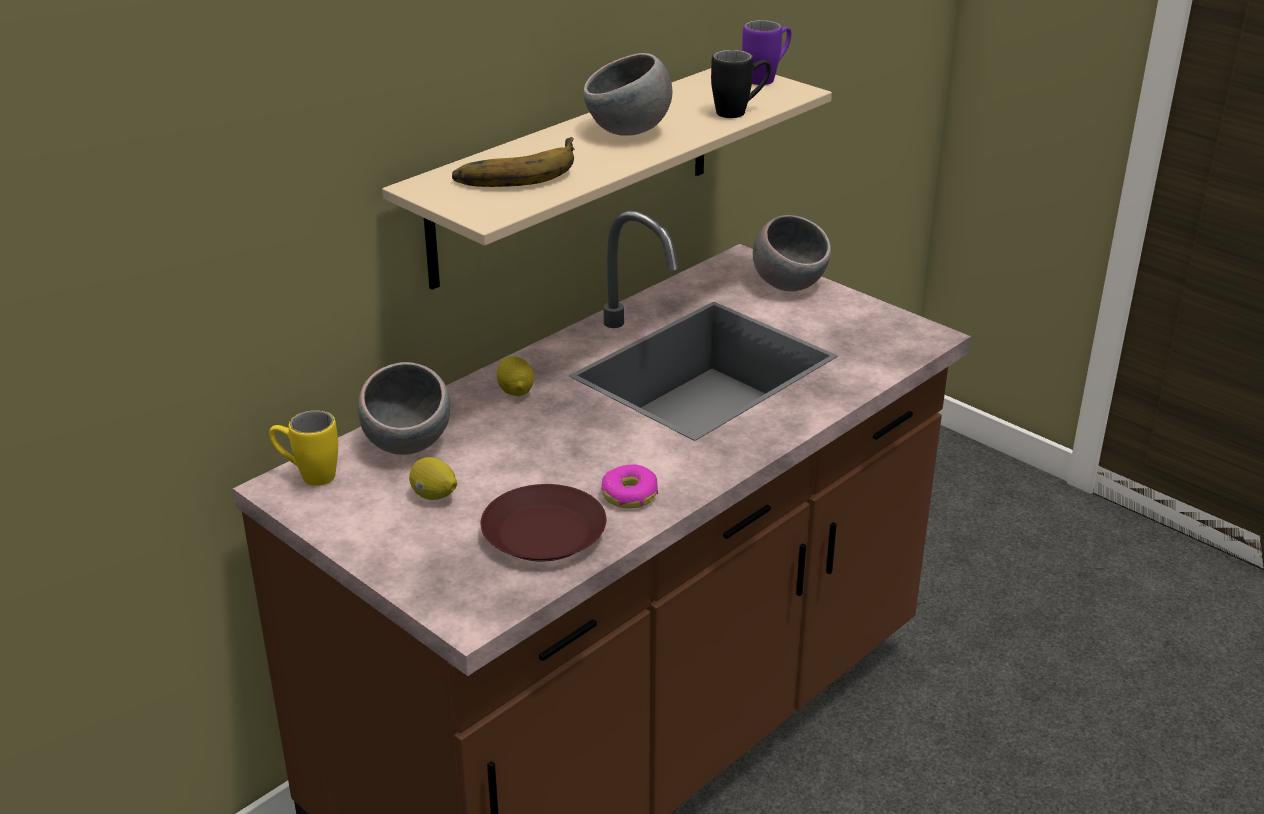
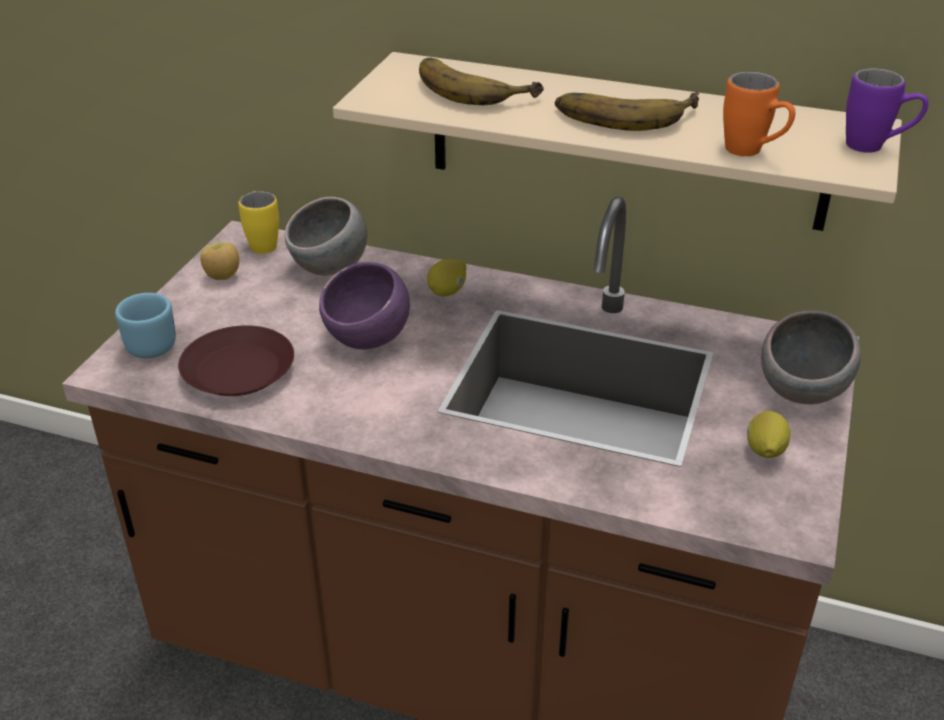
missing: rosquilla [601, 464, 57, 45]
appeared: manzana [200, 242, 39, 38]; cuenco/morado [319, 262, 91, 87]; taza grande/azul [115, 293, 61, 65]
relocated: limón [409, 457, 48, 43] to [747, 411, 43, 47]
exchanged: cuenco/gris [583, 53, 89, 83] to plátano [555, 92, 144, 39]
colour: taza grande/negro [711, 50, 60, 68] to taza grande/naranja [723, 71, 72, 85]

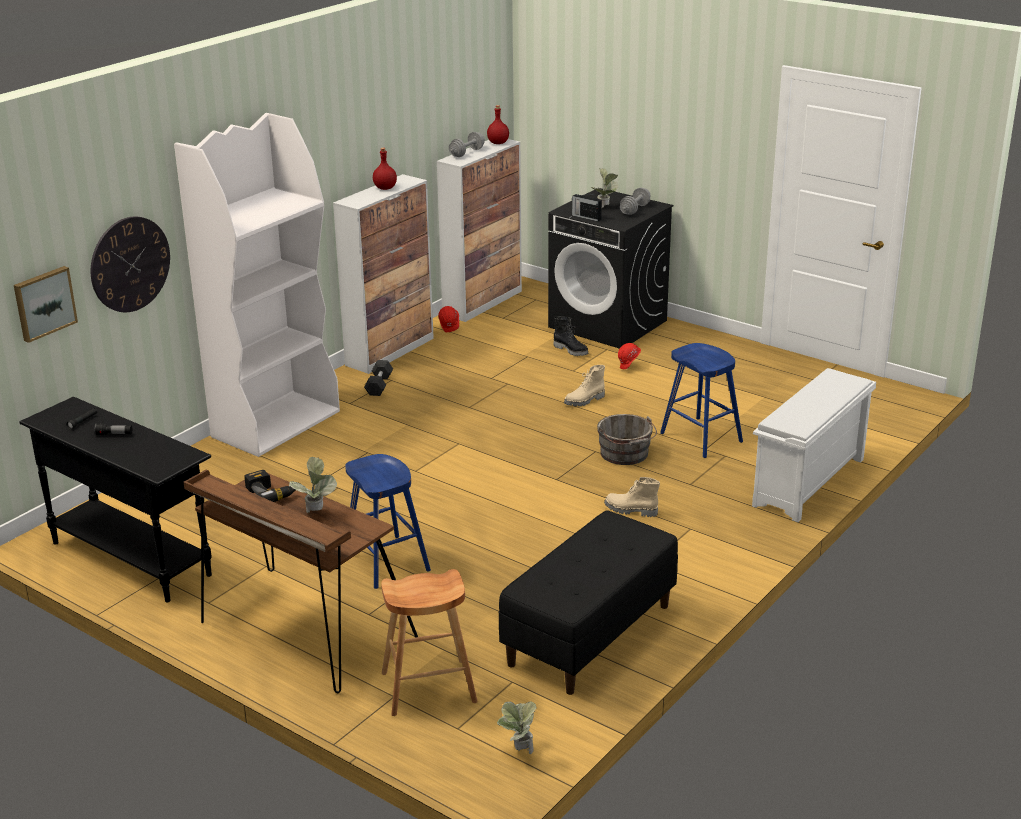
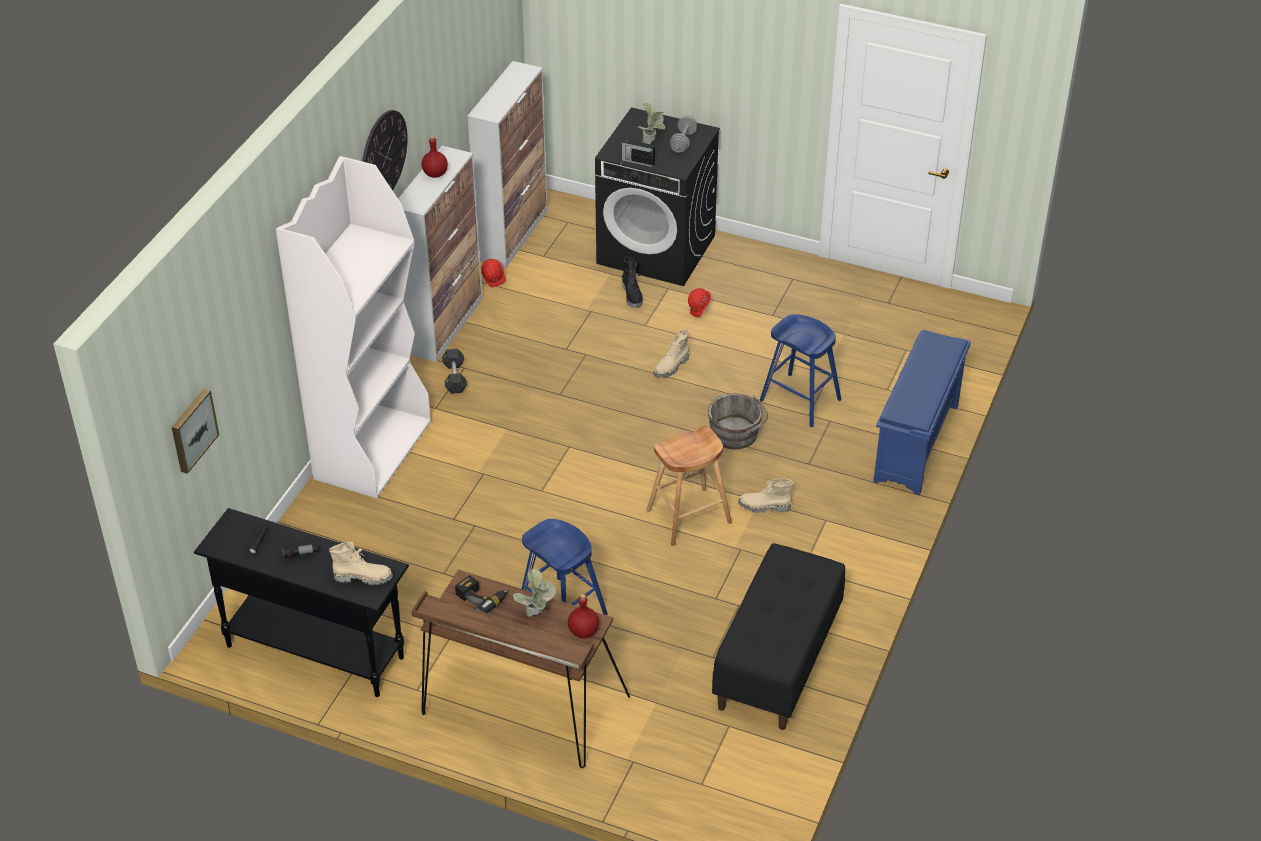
missing: mancuerna/gris [449, 132, 36, 25]; planta en maceta [497, 701, 40, 53]
appeared: bota/beis [329, 542, 64, 43]
relocated: botella/rojo [487, 105, 22, 39] to [568, 594, 31, 45]; reloj de pared [91, 216, 79, 96] to [362, 110, 46, 81]; taburete/marrón [381, 569, 97, 147] to [646, 426, 86, 120]
colour: zapatero/blanco [752, 368, 124, 154] to zapatero/azul [873, 330, 98, 165]
spun: bota/negro [554, 316, 34, 40] = [622, 256, 21, 52] 45 degrees clockwise

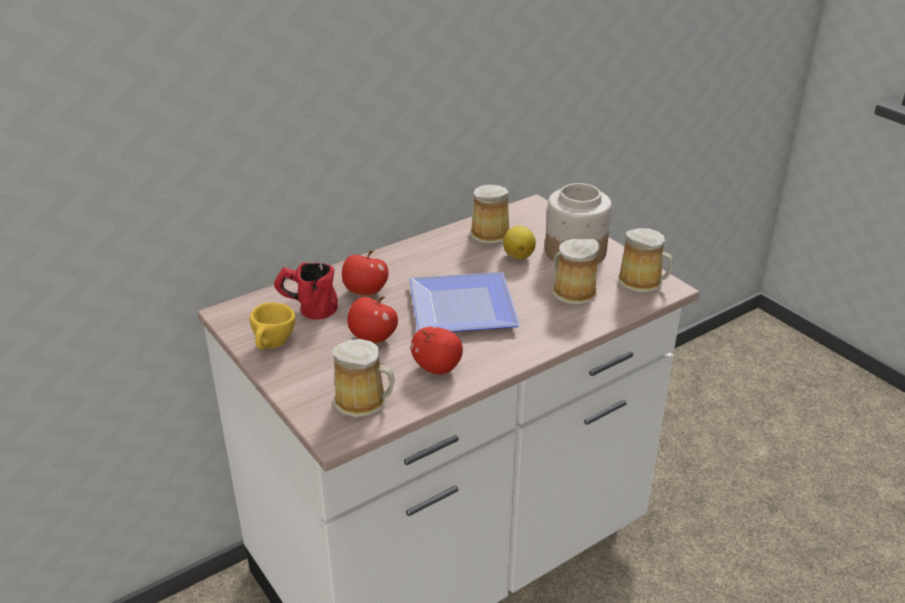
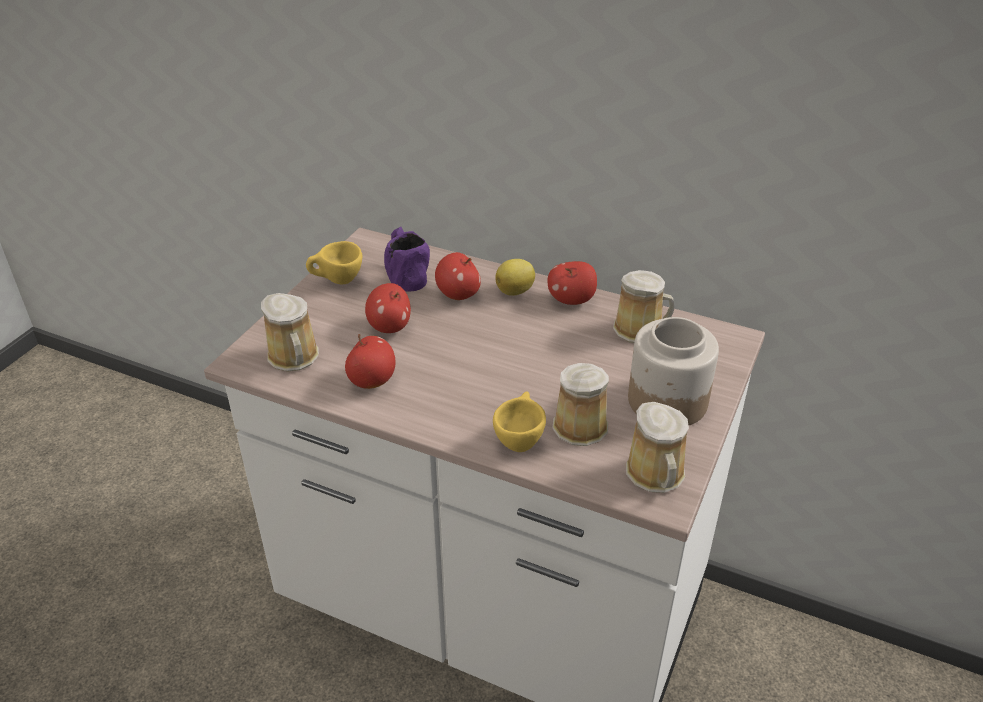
missing: plato [409, 272, 111, 60]
appeared: manzana [548, 261, 49, 44]; taza/amarillo [493, 391, 53, 61]
relocated: limón [503, 226, 33, 34] to [495, 259, 40, 37]
colour: taza grande/rojo [274, 263, 64, 57] to taza grande/morado [384, 227, 46, 65]

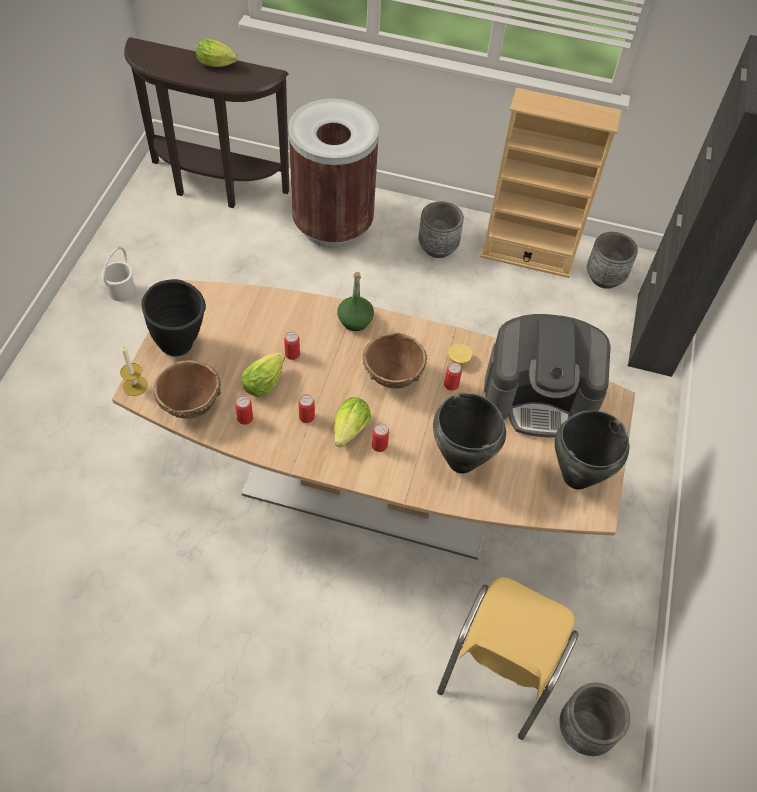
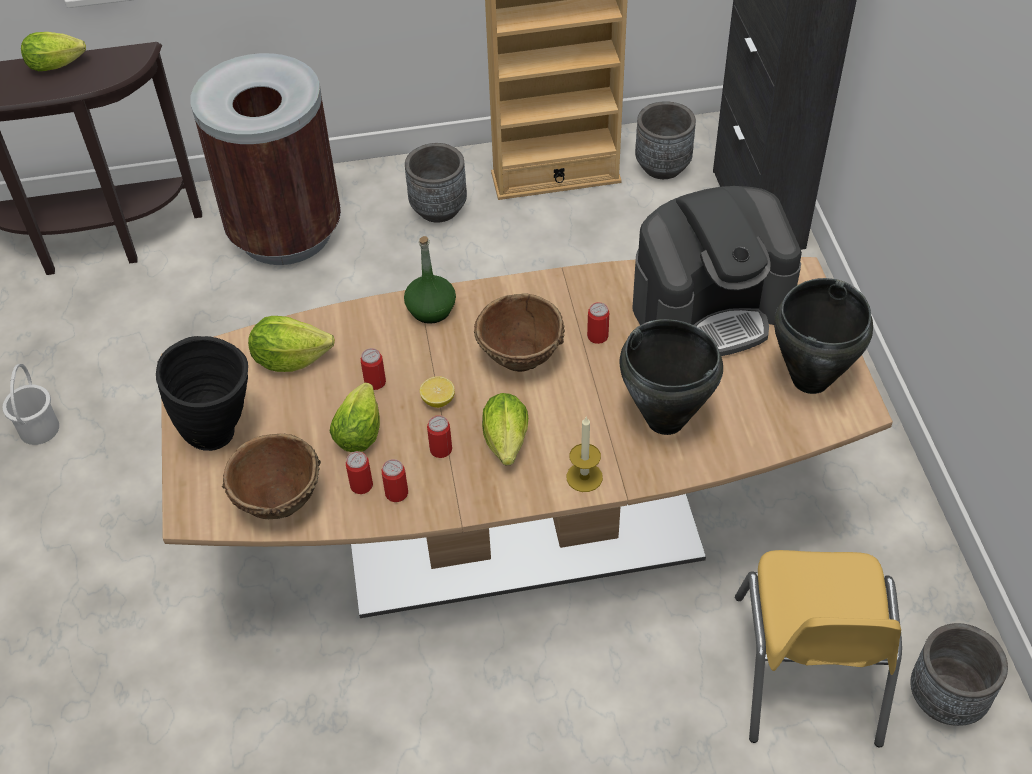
appeared: lechuga [248, 316, 87, 56]
relocated: limón [448, 344, 24, 21] to [420, 376, 35, 32]; vela [120, 346, 28, 50] to [566, 417, 37, 75]; lata [372, 423, 17, 29] to [382, 459, 26, 43]

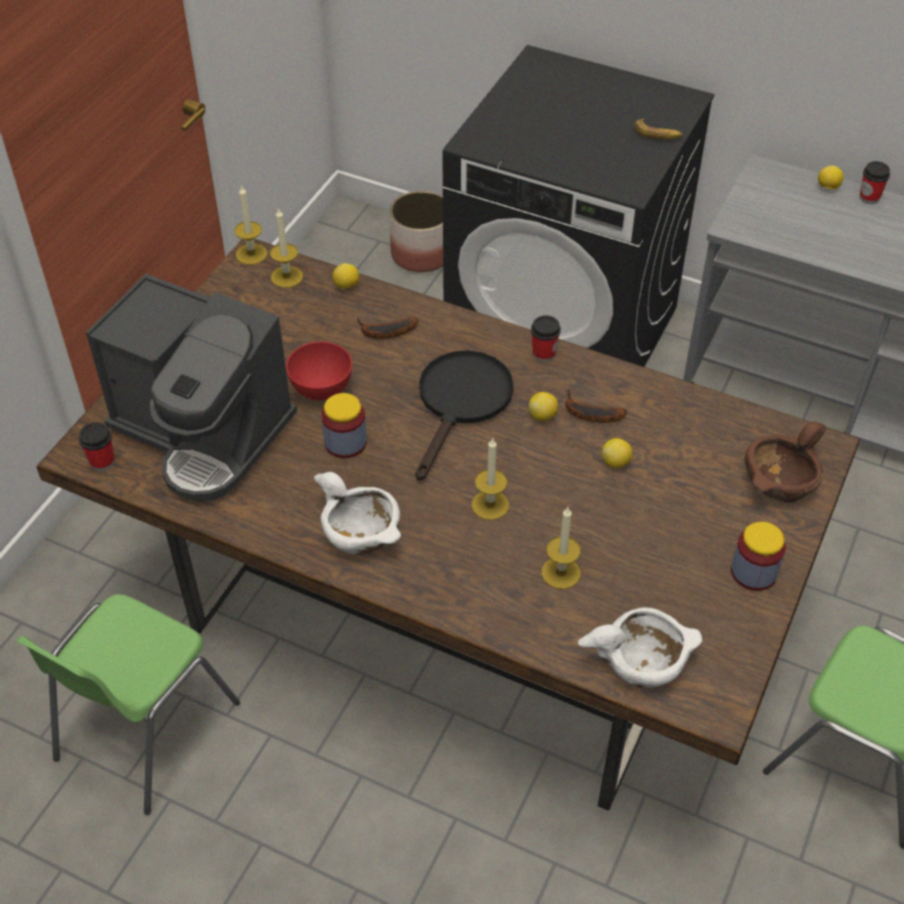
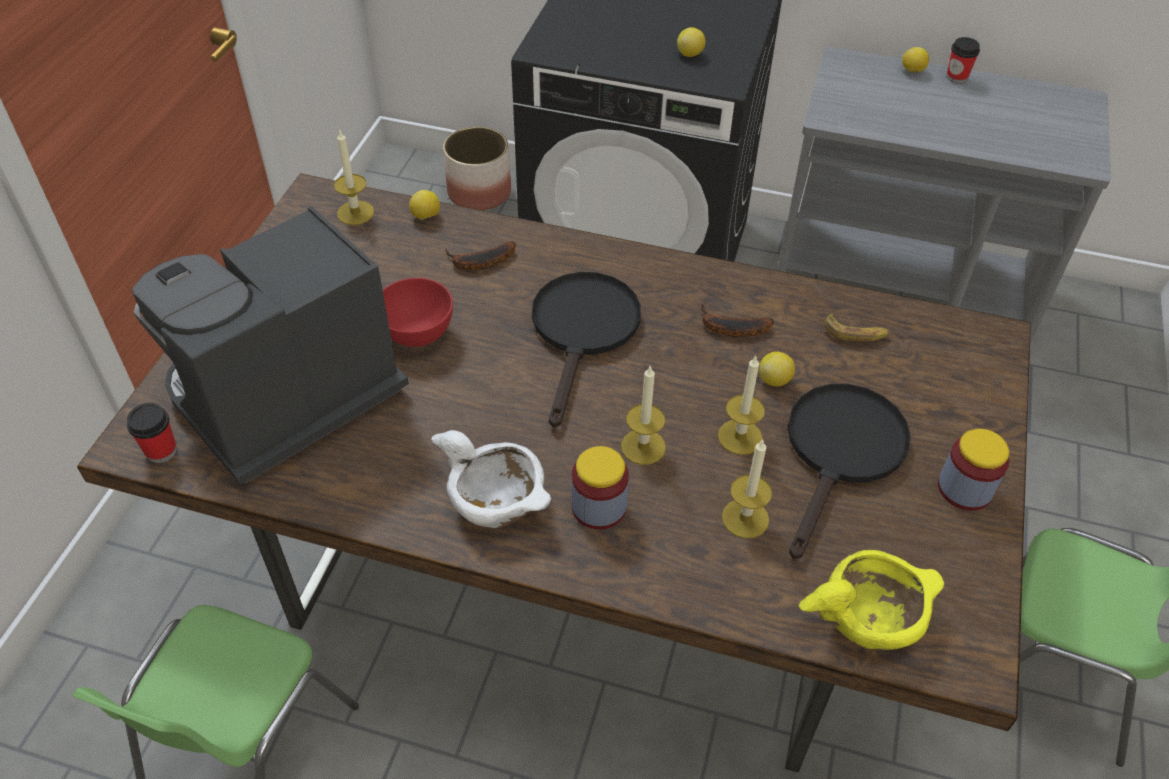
missing: taza [531, 315, 30, 47]; cuenco/marrón [745, 422, 81, 81]
appeared: sartén/negro [787, 384, 124, 175]
relocated: plátano [635, 119, 48, 21] to [824, 312, 66, 30]; vela [234, 185, 34, 80] to [718, 355, 47, 100]; limón [529, 392, 29, 29] to [677, 27, 28, 30]; tarro [321, 393, 46, 65] to [571, 446, 58, 83]
colour: cuenco/blanco [578, 607, 125, 81] to cuenco/amarillo [798, 550, 146, 100]
spun: cafetera [86, 274, 211, 228] = [132, 206, 277, 279] 120 degrees clockwise

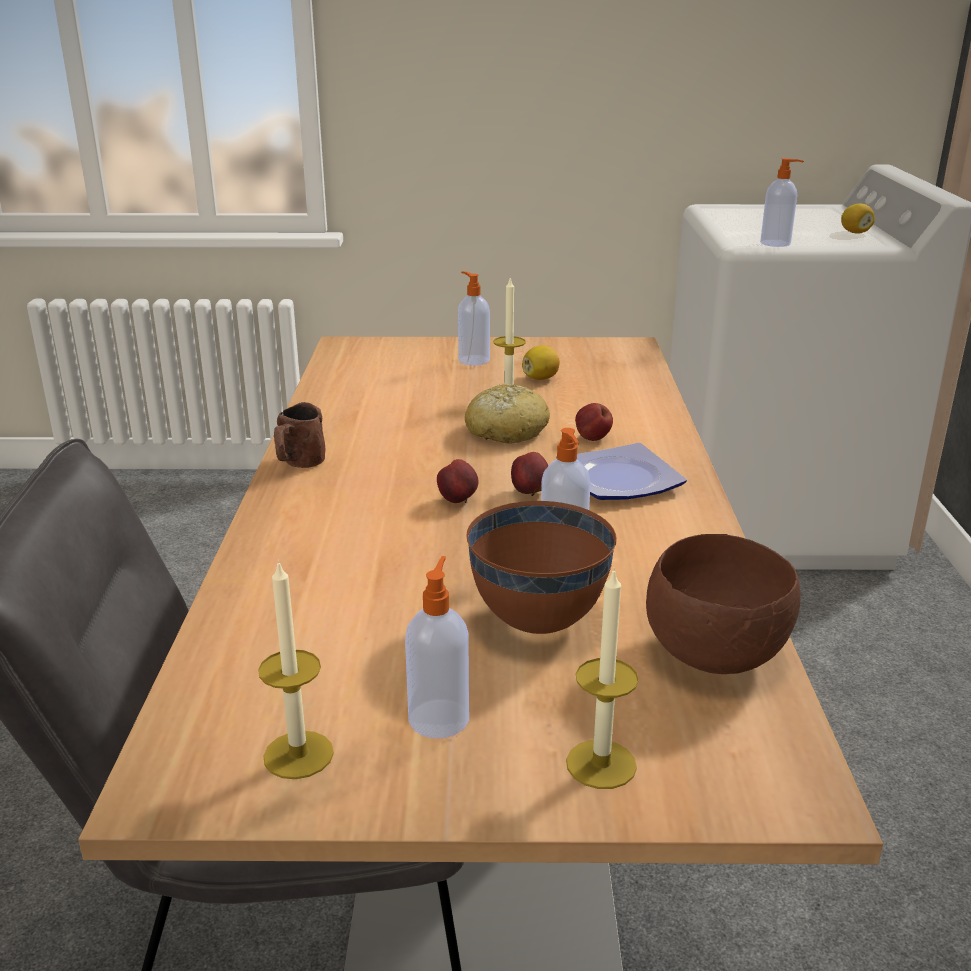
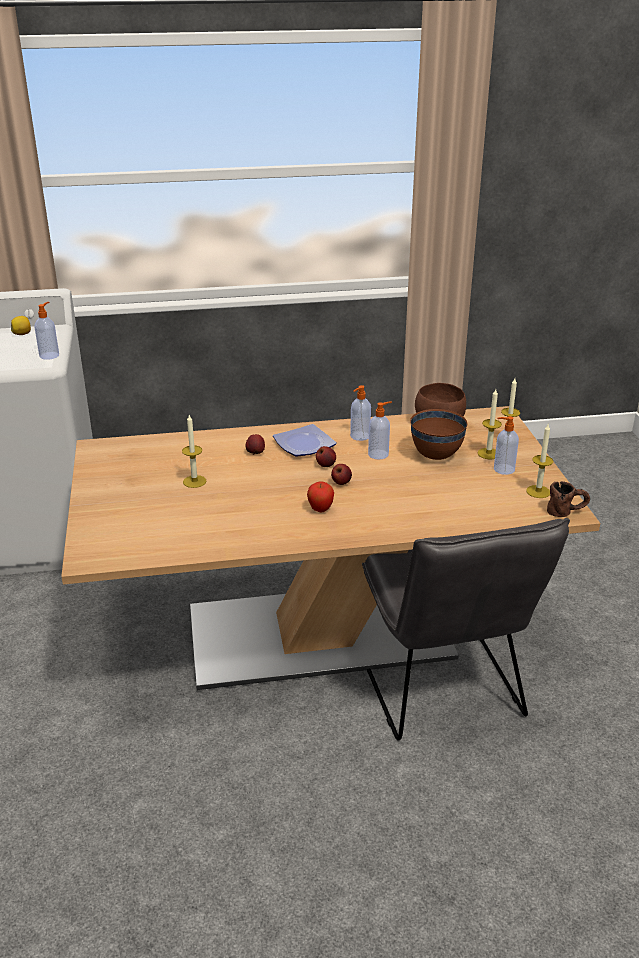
missing: limón [522, 345, 38, 35]; pan [465, 384, 85, 59]
appeared: vela [478, 389, 24, 70]; manzana [307, 481, 27, 32]
relocated: dispensador de jabón [458, 271, 32, 94] to [350, 385, 21, 56]; taza grande/marrón [274, 402, 51, 66] to [547, 481, 43, 36]

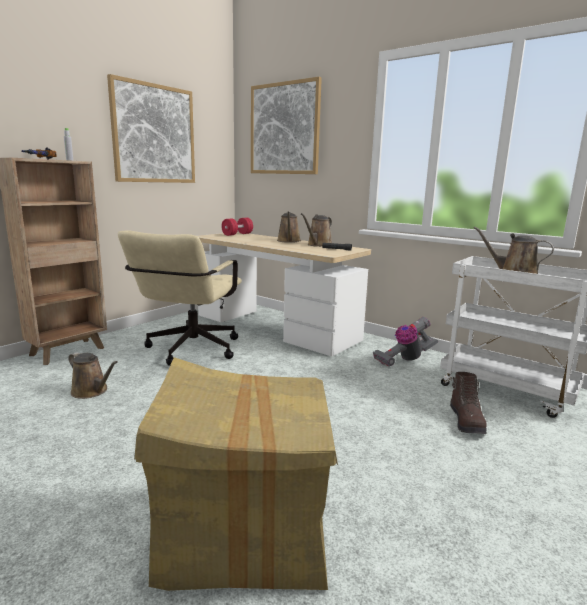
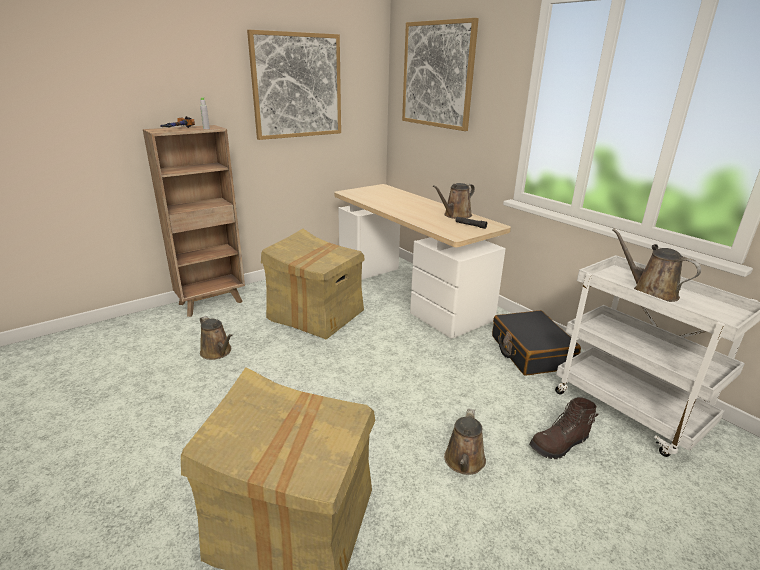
missing: mancuerna/rojo [221, 218, 32, 18]
relocated: regadera/marrón [277, 212, 24, 31] to [444, 408, 42, 67]
exchanged: silla de oficina/beis [118, 231, 124, 135] to caja de cartón [261, 229, 104, 111]; aspiradora [373, 317, 65, 50] to maleta/negro [492, 310, 89, 66]
spun: bota/marrón [450, 372, 37, 62] = [529, 397, 69, 62] 45 degrees clockwise

